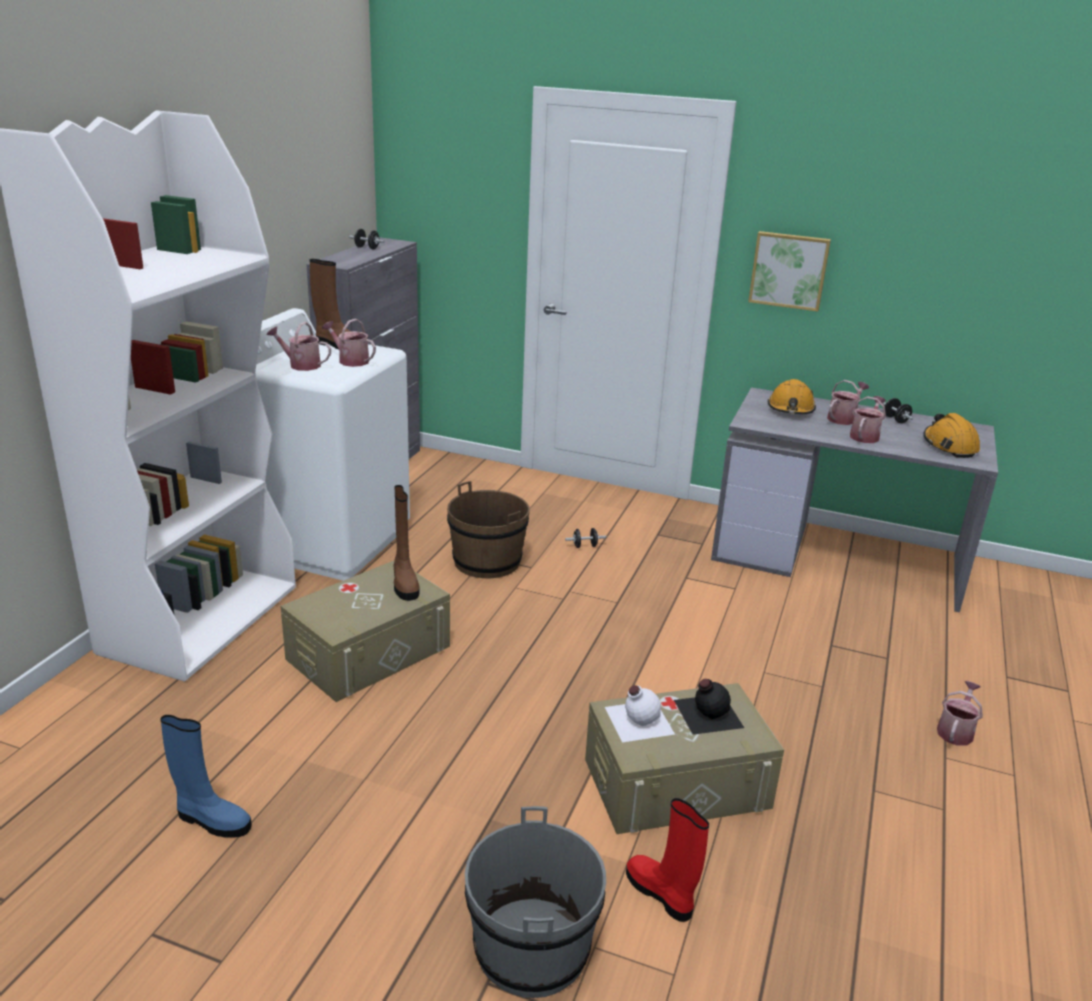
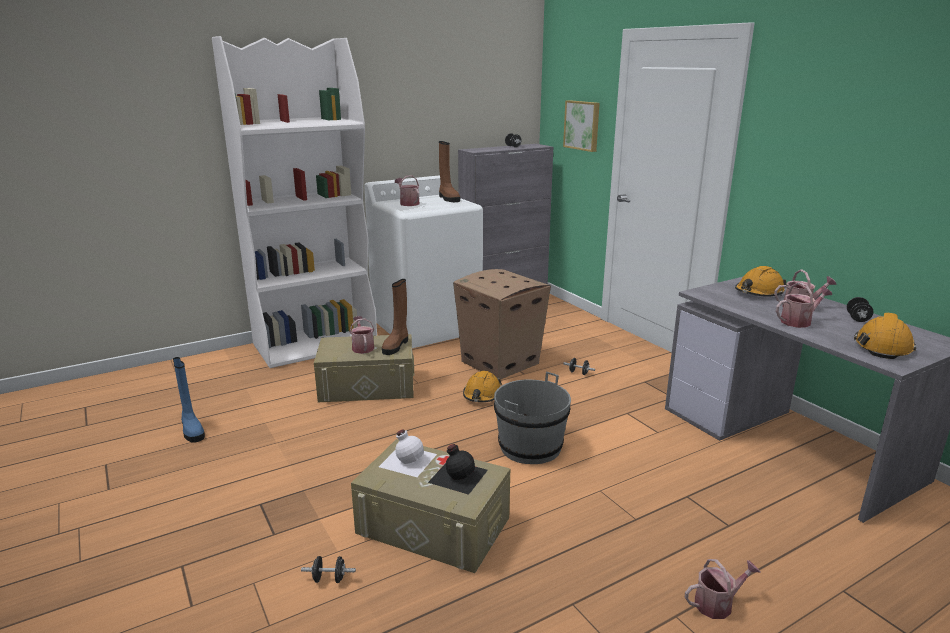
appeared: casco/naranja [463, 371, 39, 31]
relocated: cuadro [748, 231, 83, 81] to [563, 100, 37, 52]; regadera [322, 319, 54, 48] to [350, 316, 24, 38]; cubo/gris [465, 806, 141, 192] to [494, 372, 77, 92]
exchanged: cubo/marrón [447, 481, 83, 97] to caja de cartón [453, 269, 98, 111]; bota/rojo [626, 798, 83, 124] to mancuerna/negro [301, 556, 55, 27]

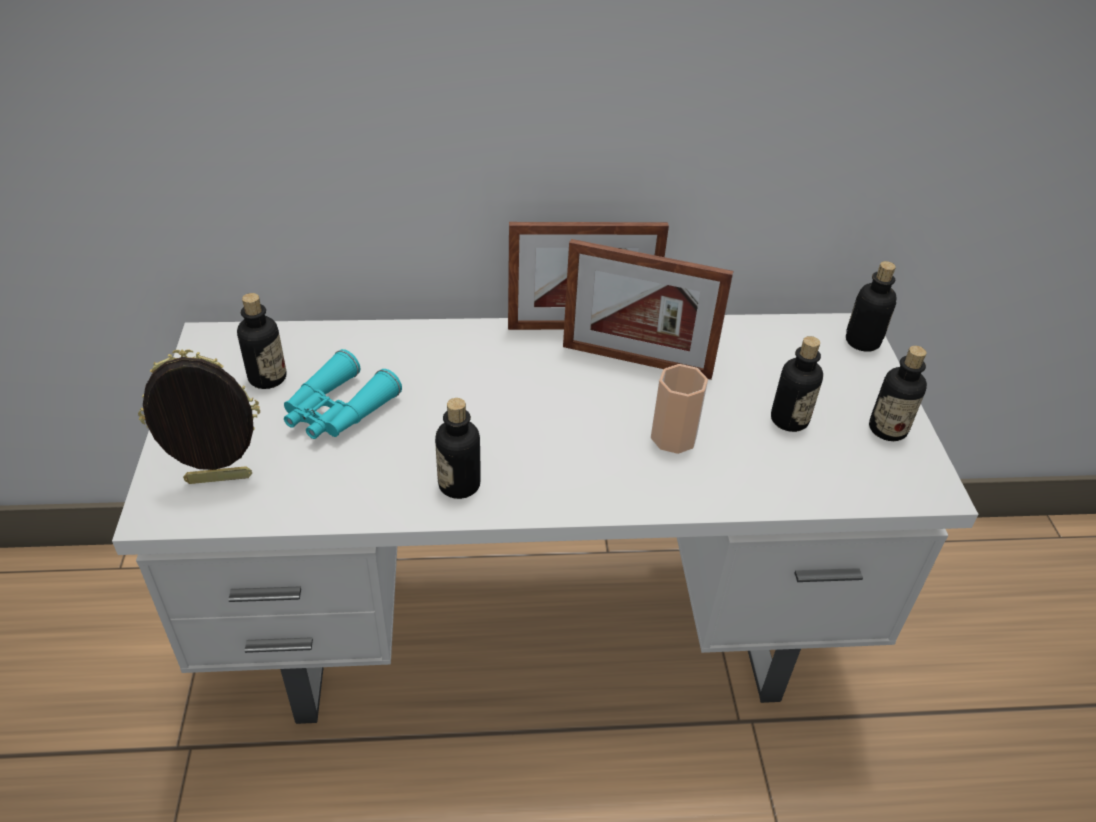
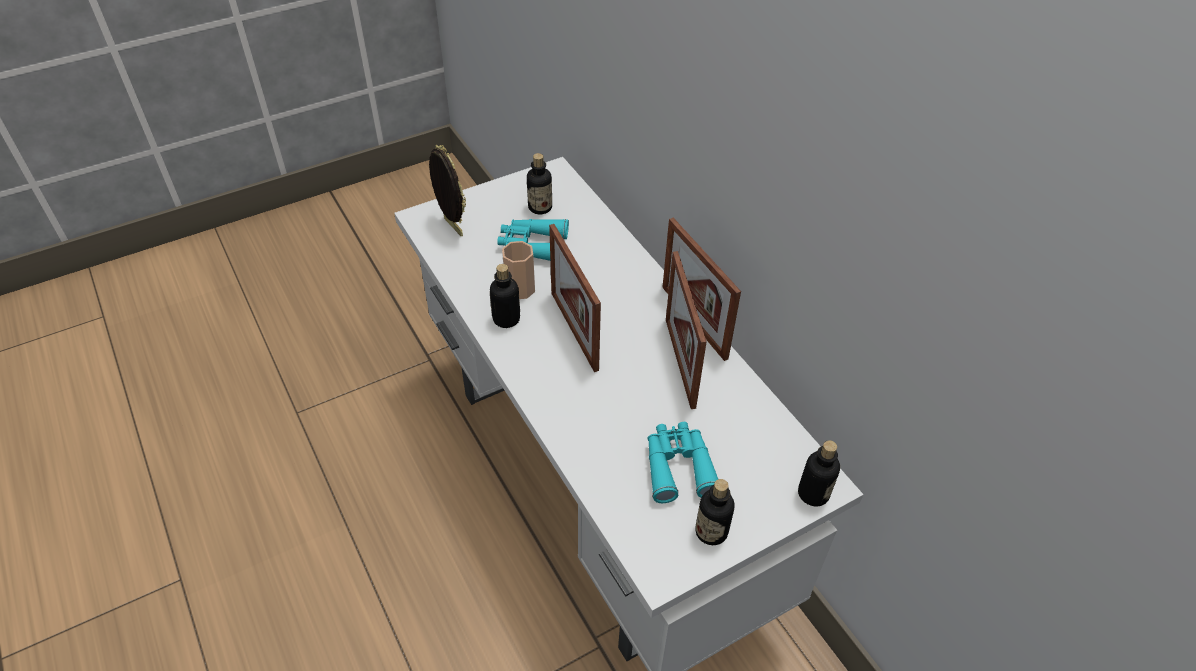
appeared: portarretratos [549, 224, 52, 148]
relocated: taza [651, 364, 57, 90] to [502, 241, 33, 58]
exchanged: botella [771, 336, 52, 96] to prismáticos/turquesa [648, 422, 70, 81]

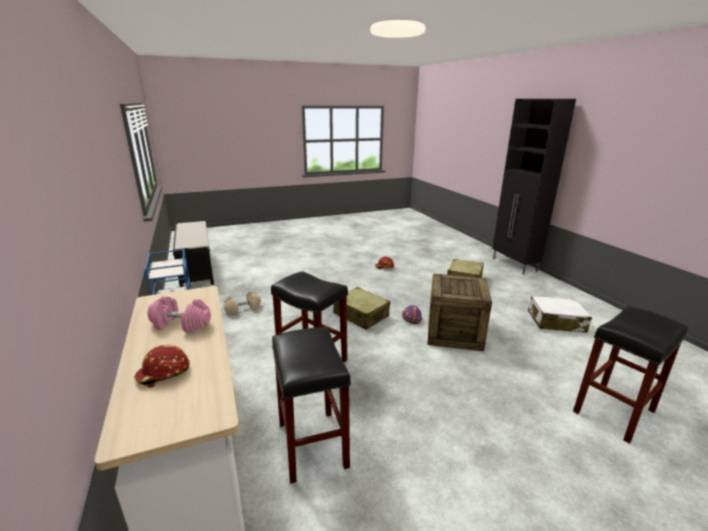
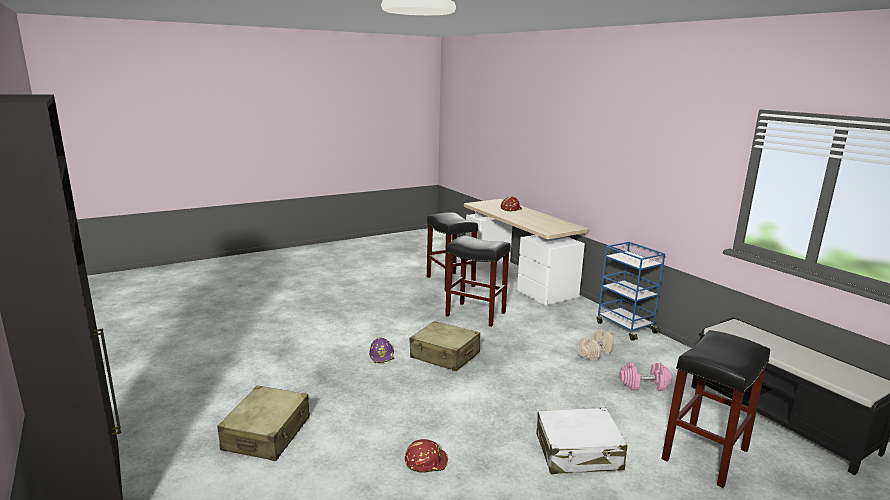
missing: caja de embalaje [428, 274, 64, 77]
relocated: mancuerna/rosa [147, 296, 64, 37] to [619, 362, 54, 29]; maleta/blanco [528, 296, 64, 37] to [536, 408, 92, 66]; taburete/negro [573, 306, 115, 137] to [662, 330, 108, 158]

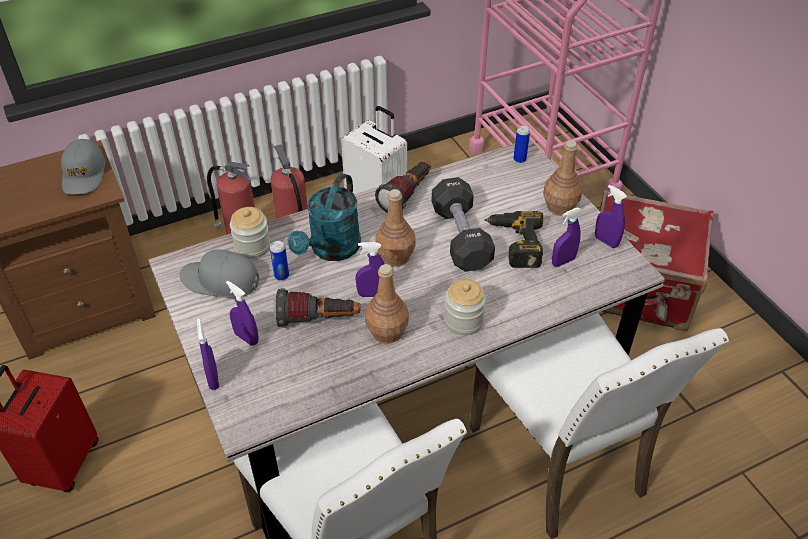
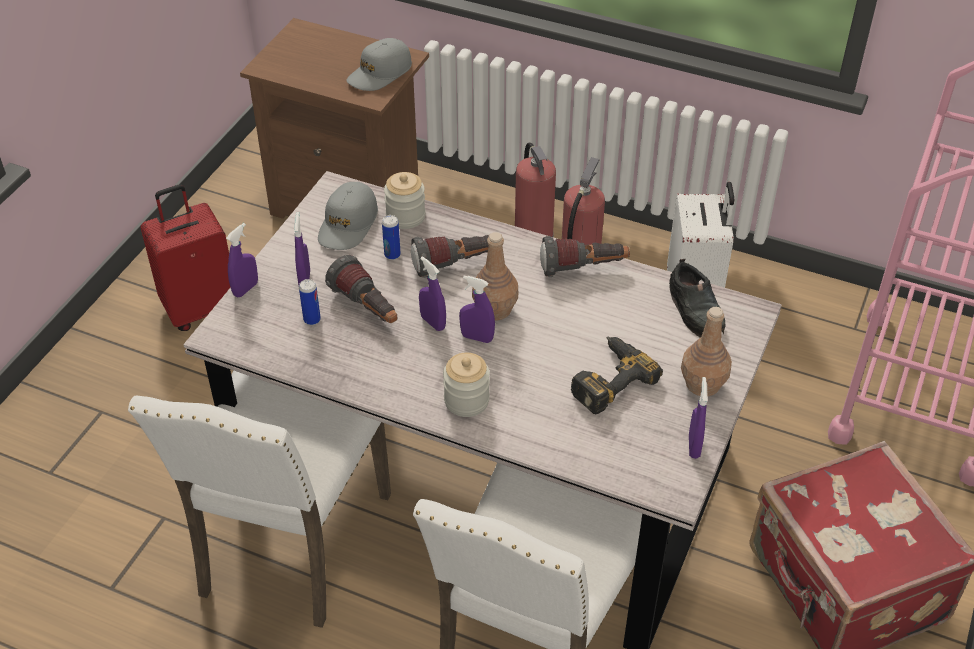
missing: mancuerna/negro [432, 177, 63, 95]; botella/marrón [365, 264, 44, 80]
appeared: zapato/negro [669, 259, 57, 78]
relocated: lata [513, 126, 17, 37] to [299, 279, 22, 46]; pulverizador/morado [552, 208, 30, 58] to [459, 276, 36, 67]
exchanged: regadera/turquesa [288, 173, 73, 88] to linterna [411, 235, 78, 43]
spun: gorra/gris [180, 249, 80, 49] = [318, 182, 60, 68] 135 degrees counterclockwise

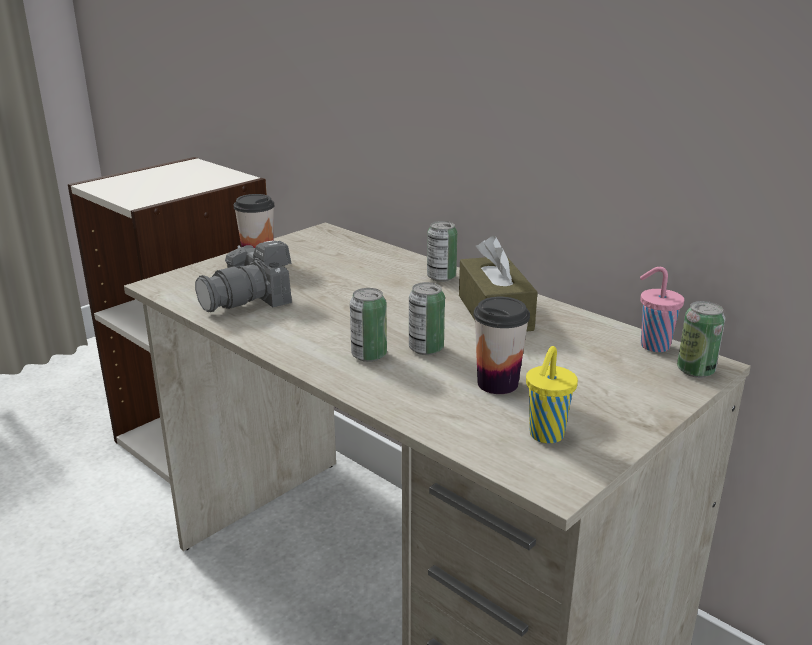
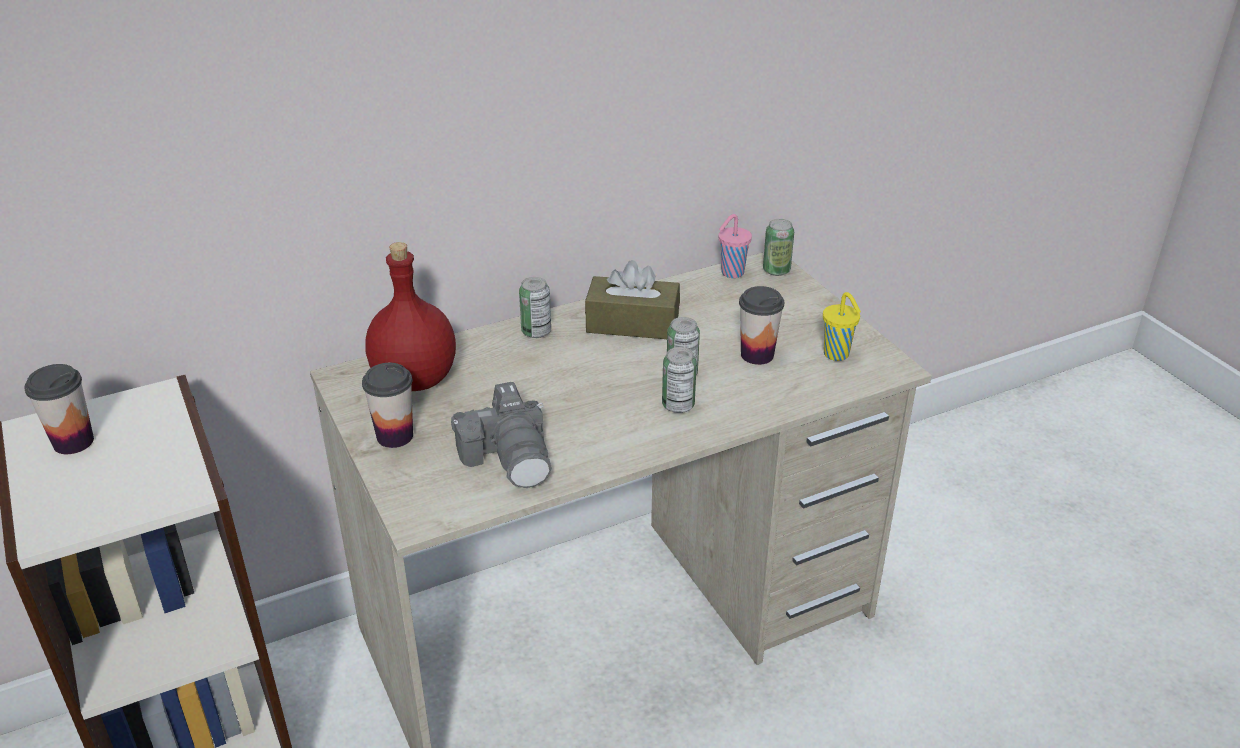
appeared: botella/rojo [365, 242, 91, 149]; taza [24, 364, 70, 90]

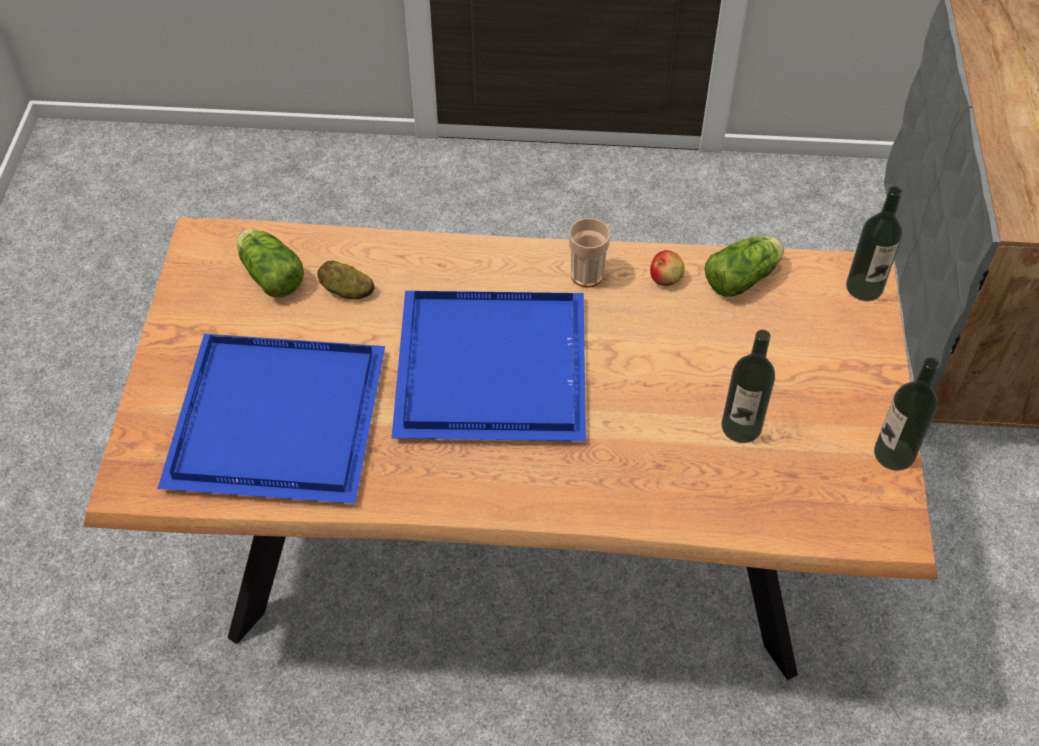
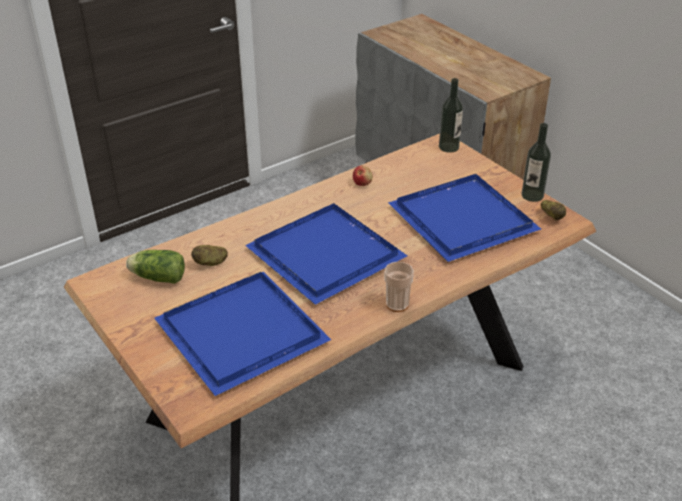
missing: lechuga [705, 236, 79, 61]
appeared: patata [541, 200, 25, 20]
relocated: taza [569, 218, 41, 70] to [385, 262, 29, 50]
exchanged: botella [722, 330, 53, 113] to bandeja/azul [388, 174, 153, 88]

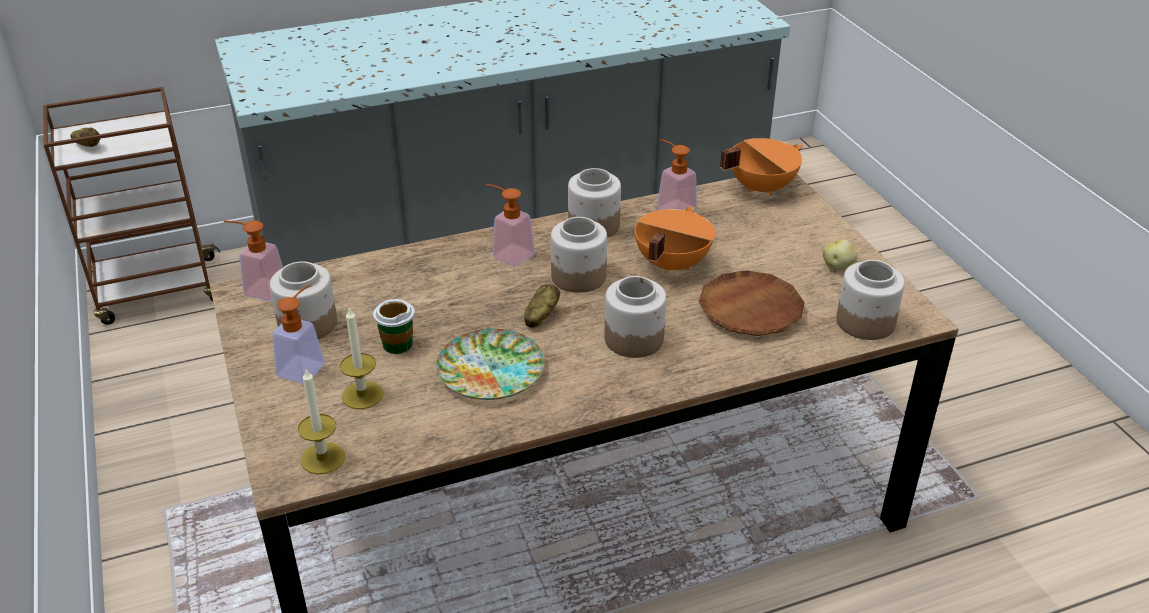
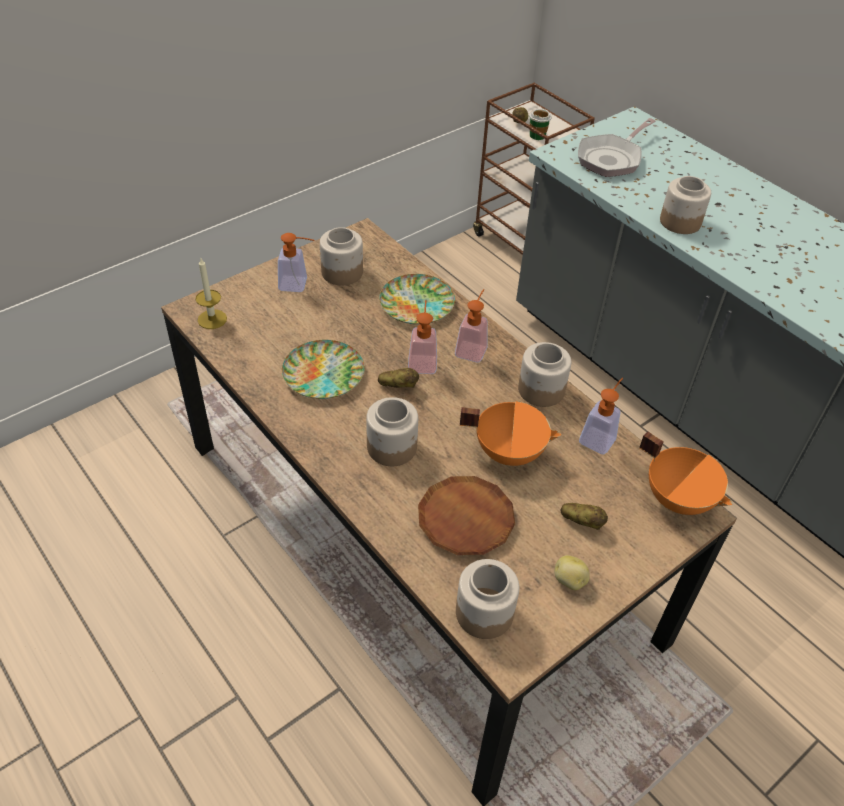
missing: vela [340, 307, 43, 102]
appeared: sartén [578, 118, 78, 59]; plato [379, 274, 76, 51]; patata [560, 503, 48, 27]
relocated: tarro [551, 217, 56, 76] to [660, 176, 51, 58]; dispensador de jabón [224, 221, 59, 80] to [408, 300, 29, 74]; taza [373, 299, 42, 55] to [529, 109, 23, 31]

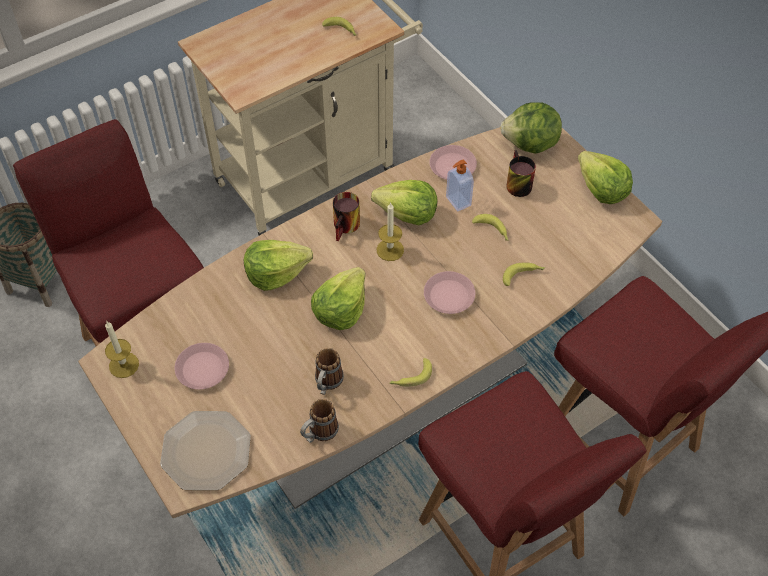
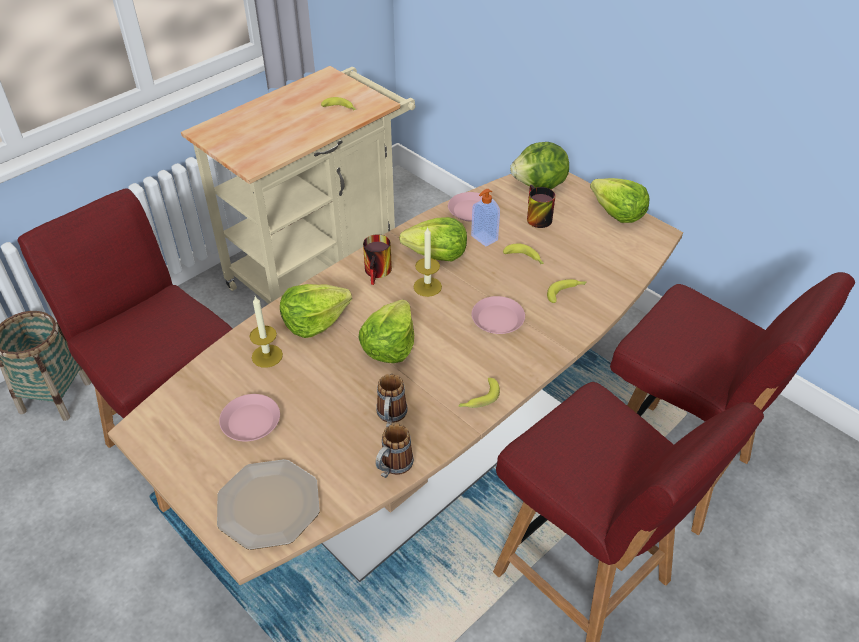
relocated: vela [105, 321, 34, 57] to [249, 296, 34, 72]

